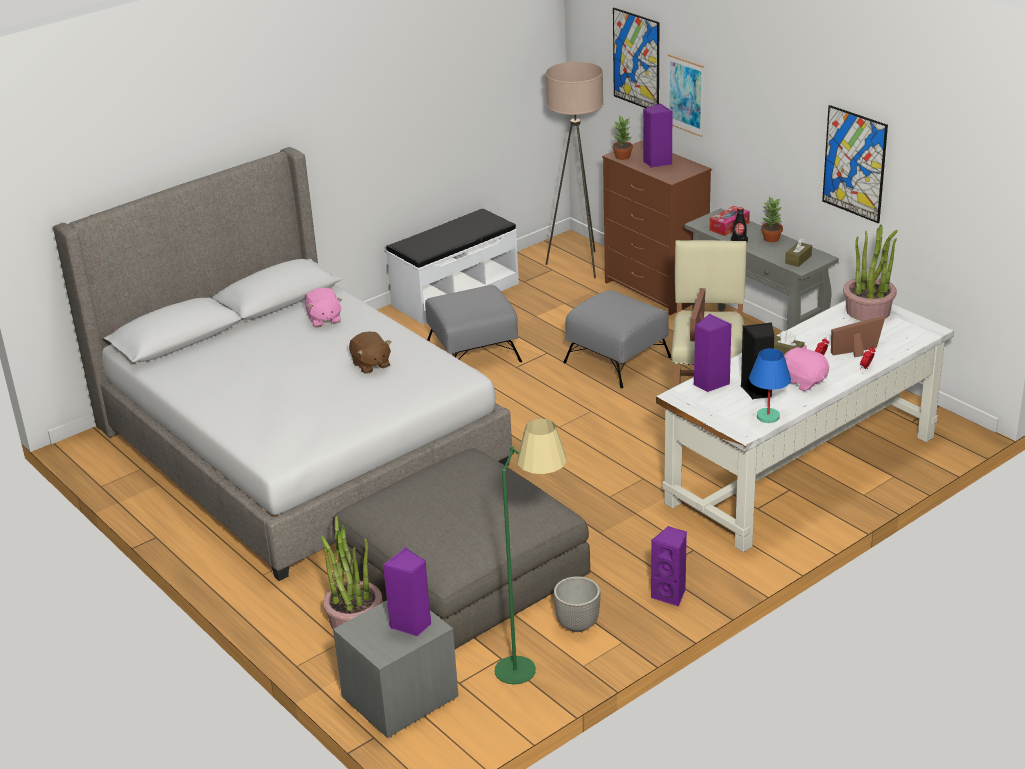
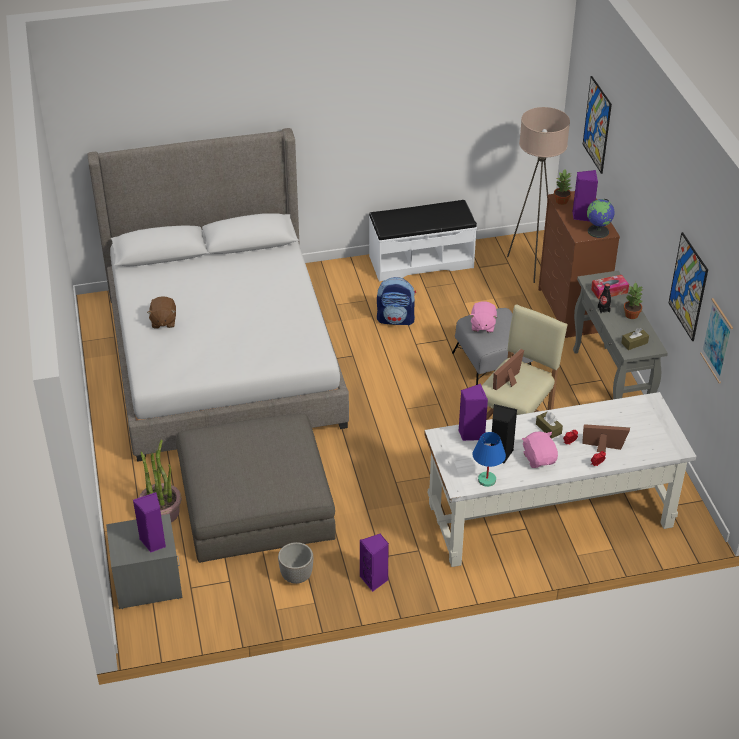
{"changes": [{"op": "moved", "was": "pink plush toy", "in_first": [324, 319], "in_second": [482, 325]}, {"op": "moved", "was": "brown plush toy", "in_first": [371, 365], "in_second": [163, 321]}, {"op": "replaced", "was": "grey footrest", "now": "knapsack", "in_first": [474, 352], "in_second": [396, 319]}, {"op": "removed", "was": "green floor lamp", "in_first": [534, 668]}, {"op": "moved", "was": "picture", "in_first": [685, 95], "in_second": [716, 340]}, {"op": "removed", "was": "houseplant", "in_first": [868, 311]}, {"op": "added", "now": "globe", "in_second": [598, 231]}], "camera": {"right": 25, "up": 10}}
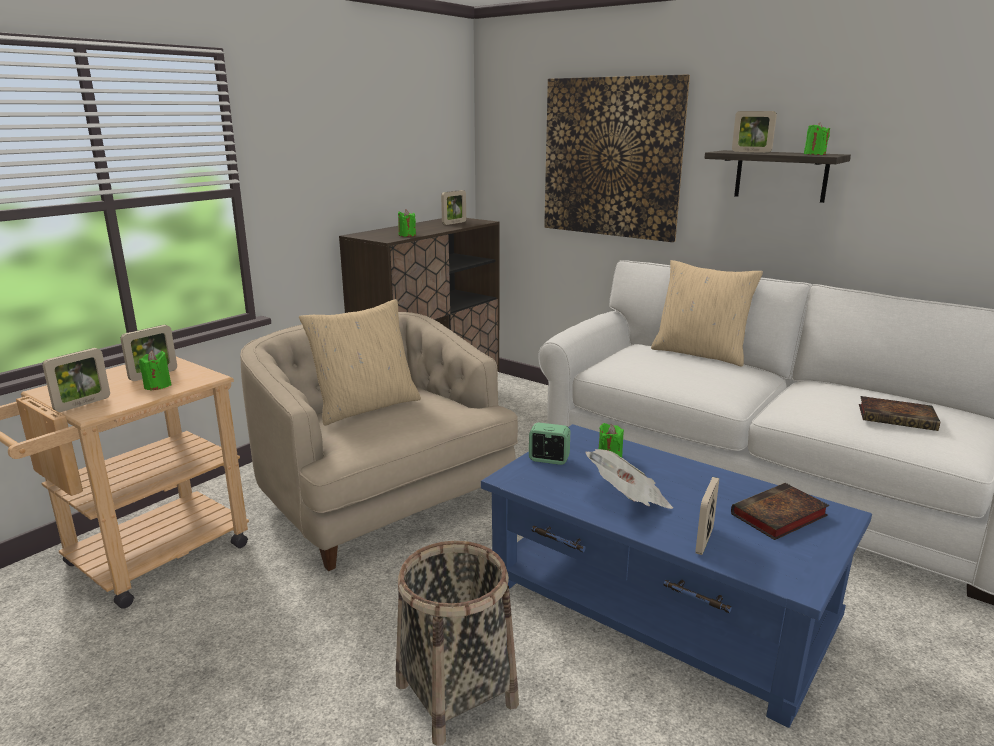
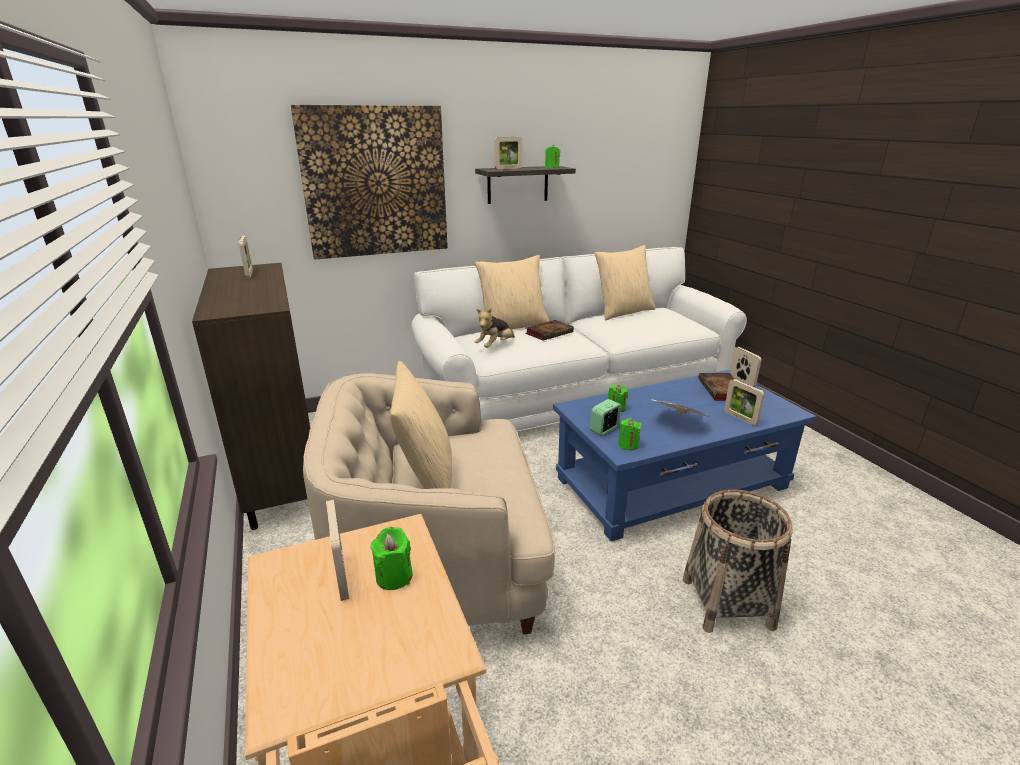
{"changes": [{"op": "moved", "was": "photo frame", "in_first": [83, 404], "in_second": [741, 381]}, {"op": "moved", "was": "green wax candle", "in_first": [407, 235], "in_second": [628, 445]}, {"op": "moved", "was": "book", "in_first": [898, 418], "in_second": [549, 332]}, {"op": "added", "now": "plush toy", "in_second": [495, 346]}, {"op": "added", "now": "sand-coloured pillow", "in_second": [623, 312]}], "camera": {"right": -60, "up": 5}}
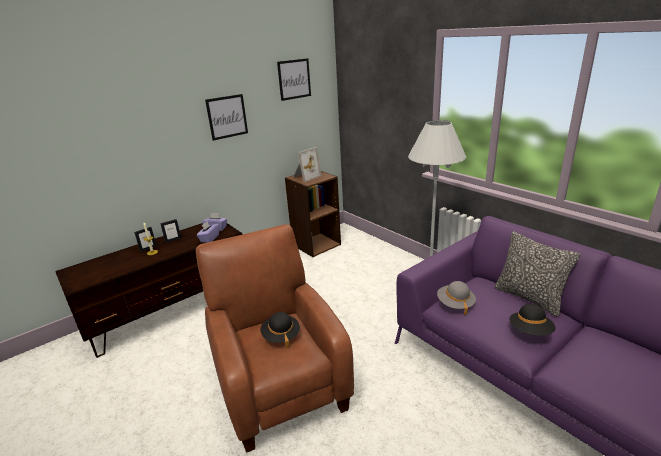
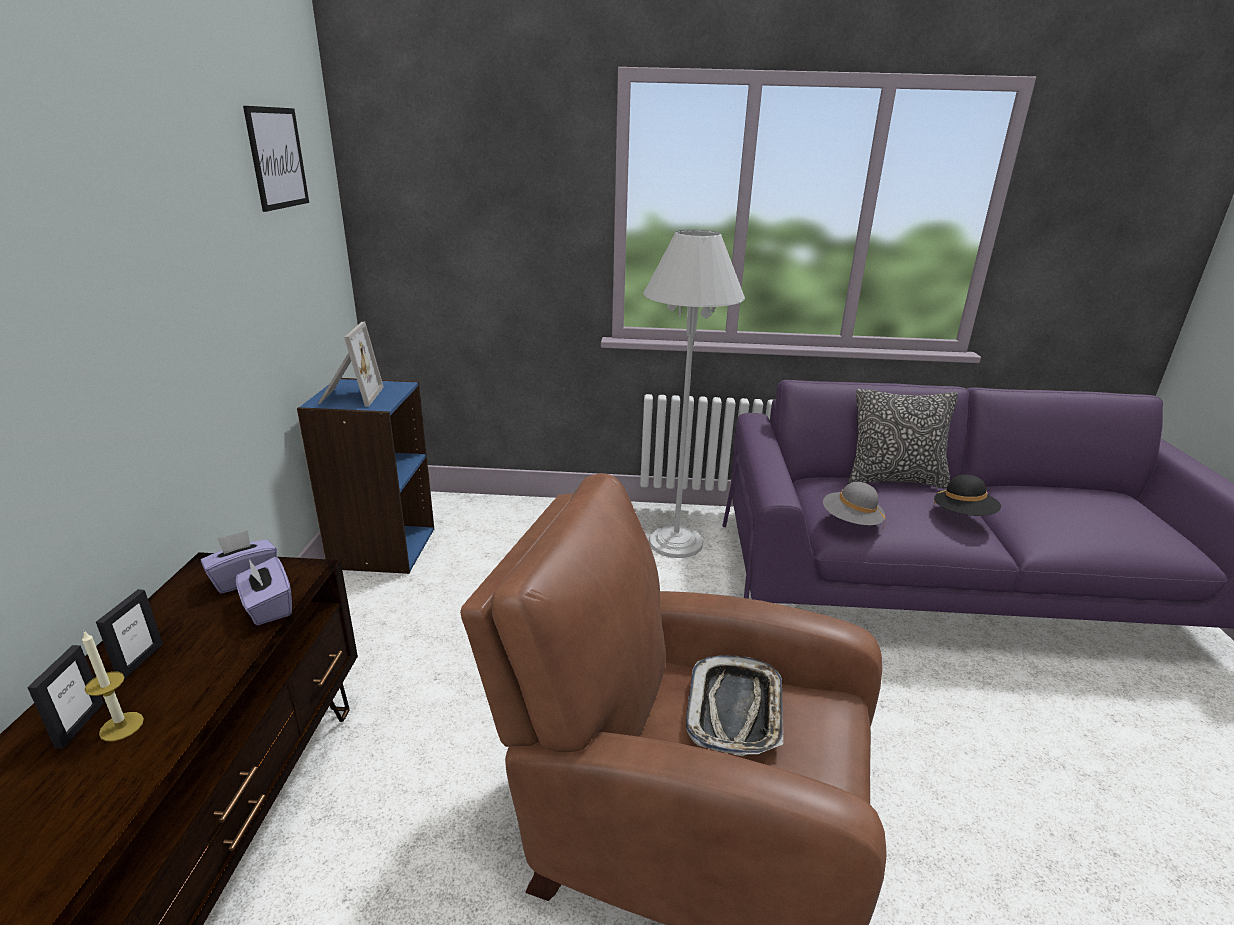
{"changes": [{"op": "removed", "was": "picture", "in_first": [227, 117]}, {"op": "replaced", "was": "blackish hat", "now": "carrying tray", "in_first": [281, 336], "in_second": [735, 710]}, {"op": "recoloured", "was": "brown bookshelf", "now": "blue bookshelf", "in_first": [316, 244], "in_second": [382, 548]}], "camera": {"right": -50, "up": 0}}
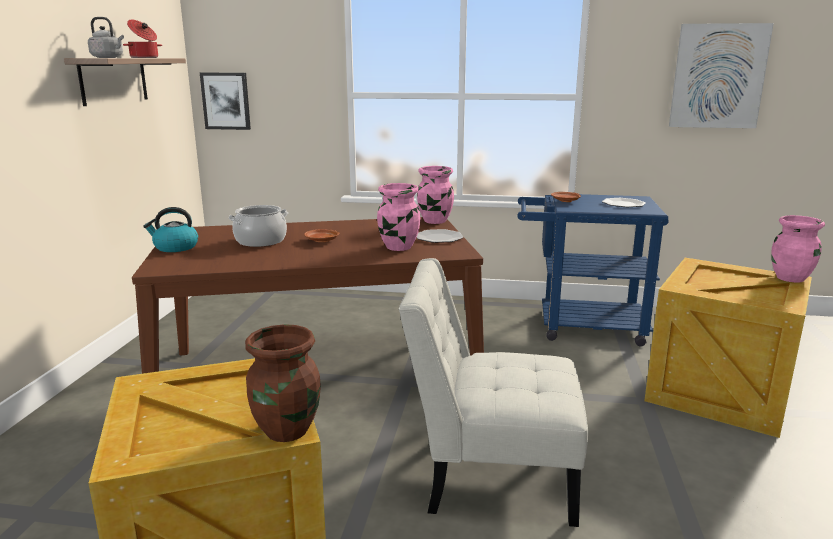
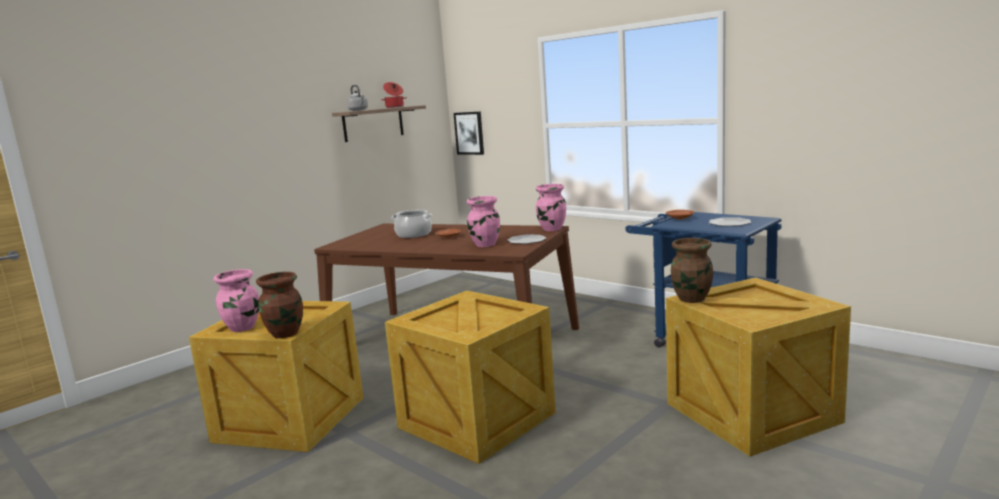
{"changes": [{"op": "removed", "was": "tea kettle", "in_first": [175, 247]}, {"op": "replaced", "was": "white-coloured upright chair", "now": "crate", "in_first": [490, 474], "in_second": [477, 419]}, {"op": "removed", "was": "picture", "in_first": [718, 76]}, {"op": "moved", "was": "pink flower vase", "in_first": [790, 278], "in_second": [243, 328]}, {"op": "added", "now": "brown flower vase", "in_second": [691, 299]}], "camera": {"right": 35, "up": -5}}
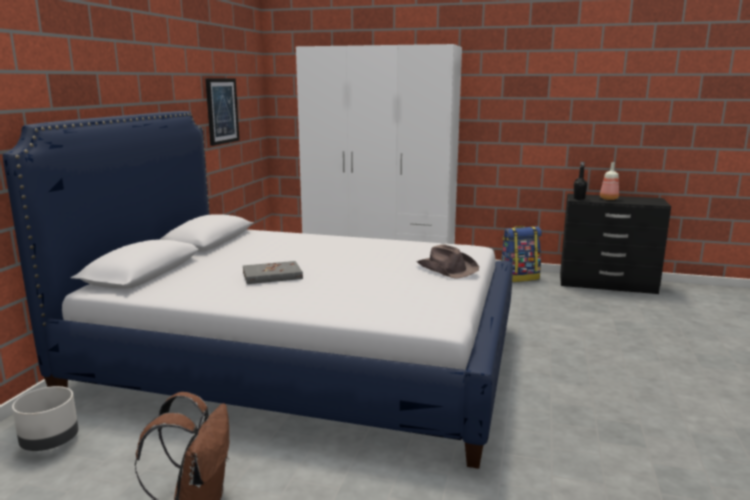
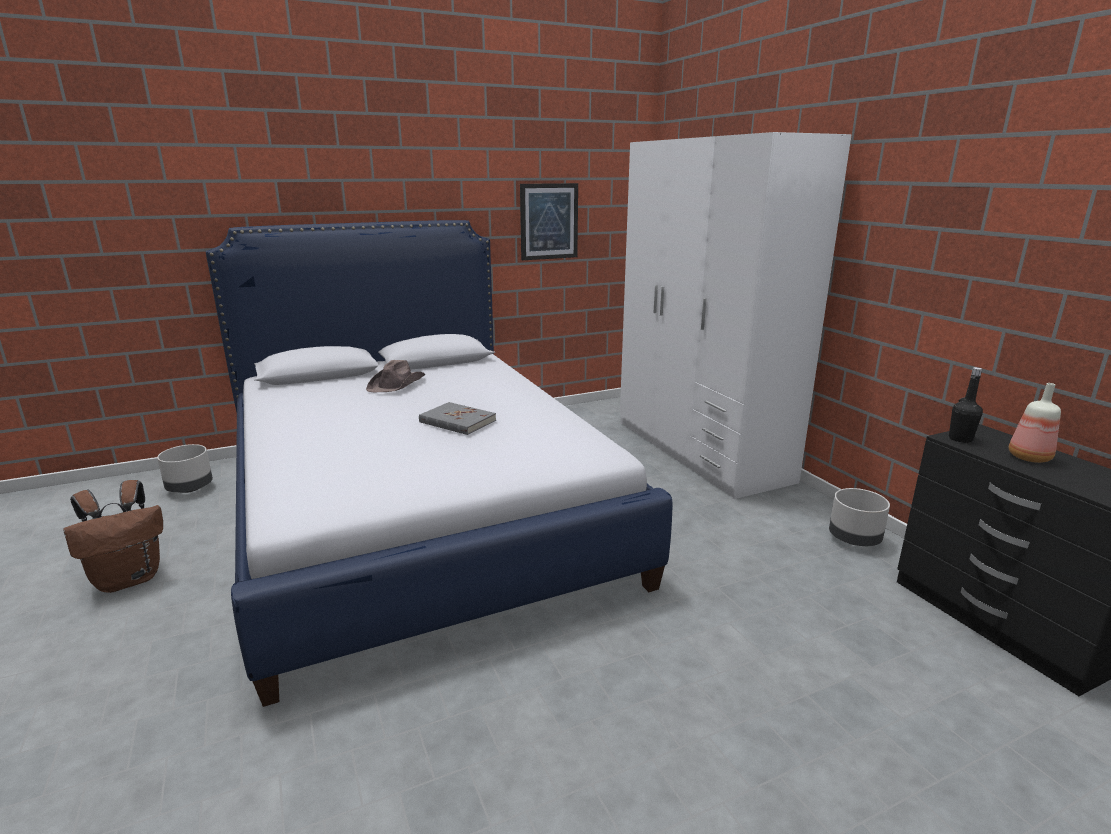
{"changes": [{"op": "moved", "was": "grey book", "in_first": [272, 275], "in_second": [457, 421]}, {"op": "moved", "was": "brown hat", "in_first": [447, 268], "in_second": [397, 384]}, {"op": "replaced", "was": "knapsack", "now": "grey planter", "in_first": [519, 278], "in_second": [854, 539]}], "camera": {"right": 50, "up": 5}}
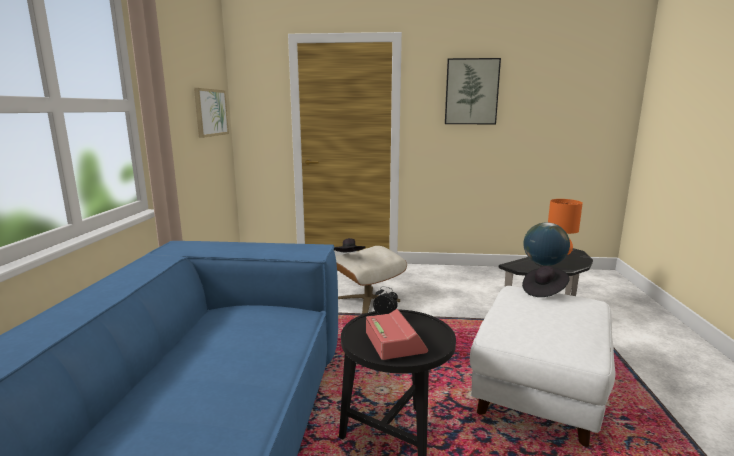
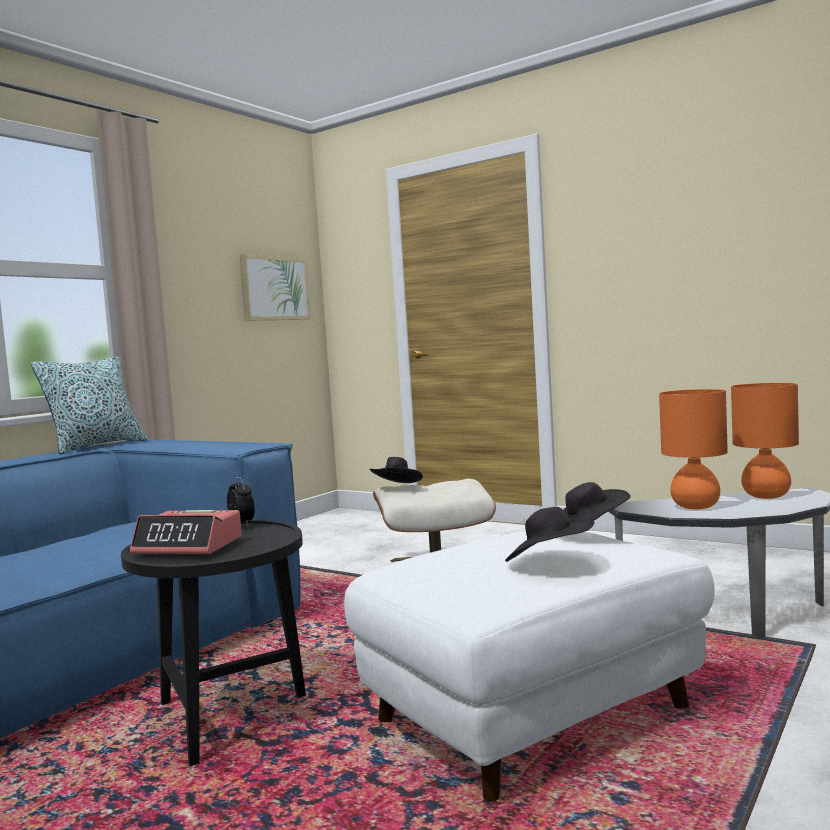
{"changes": [{"op": "turned", "was": "alarm clock", "in_first": [394, 342], "in_second": [189, 546], "clockwise": 90}, {"op": "removed", "was": "picture", "in_first": [471, 92]}, {"op": "replaced", "was": "globe", "now": "orange lamp for a table", "in_first": [544, 264], "in_second": [695, 507]}, {"op": "added", "now": "pillow", "in_second": [96, 446]}, {"op": "added", "now": "blackish hat", "in_second": [550, 563]}], "camera": {"right": 30, "up": -10}}
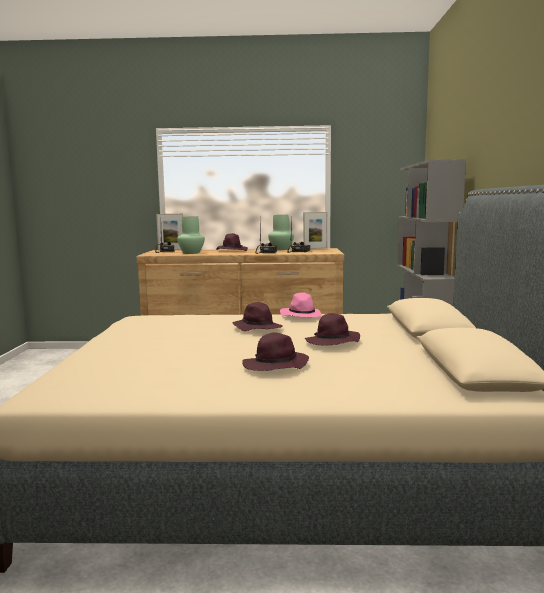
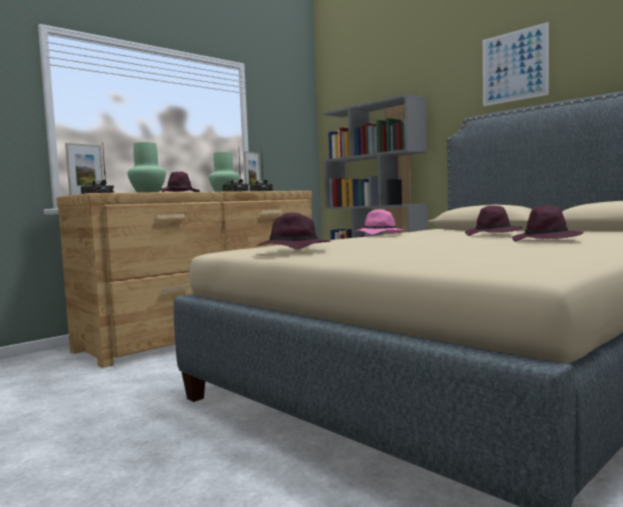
{"changes": [{"op": "moved", "was": "purple hat", "in_first": [257, 328], "in_second": [292, 249]}, {"op": "added", "now": "picture", "in_second": [514, 66]}], "camera": {"right": -45, "up": -5}}
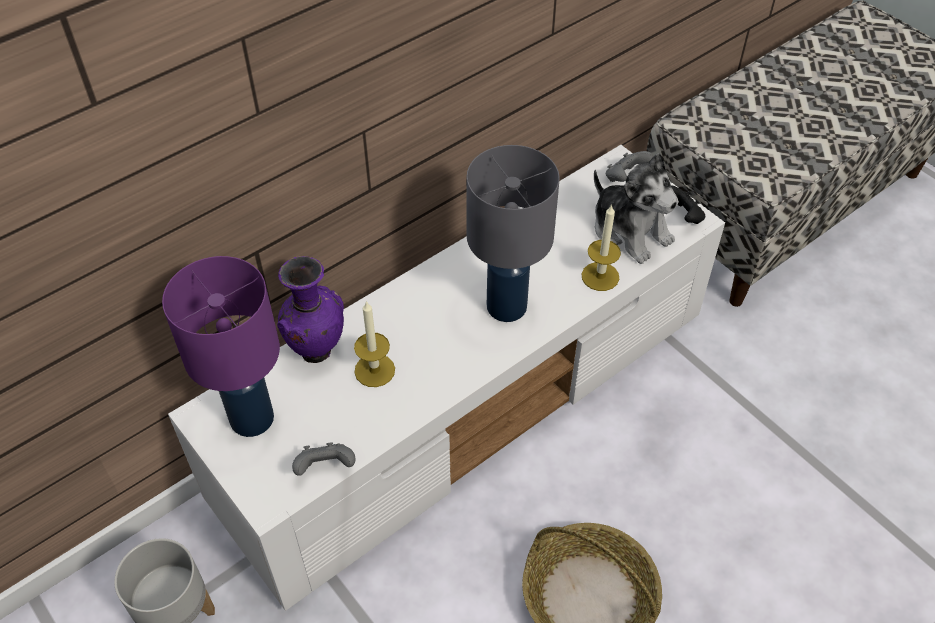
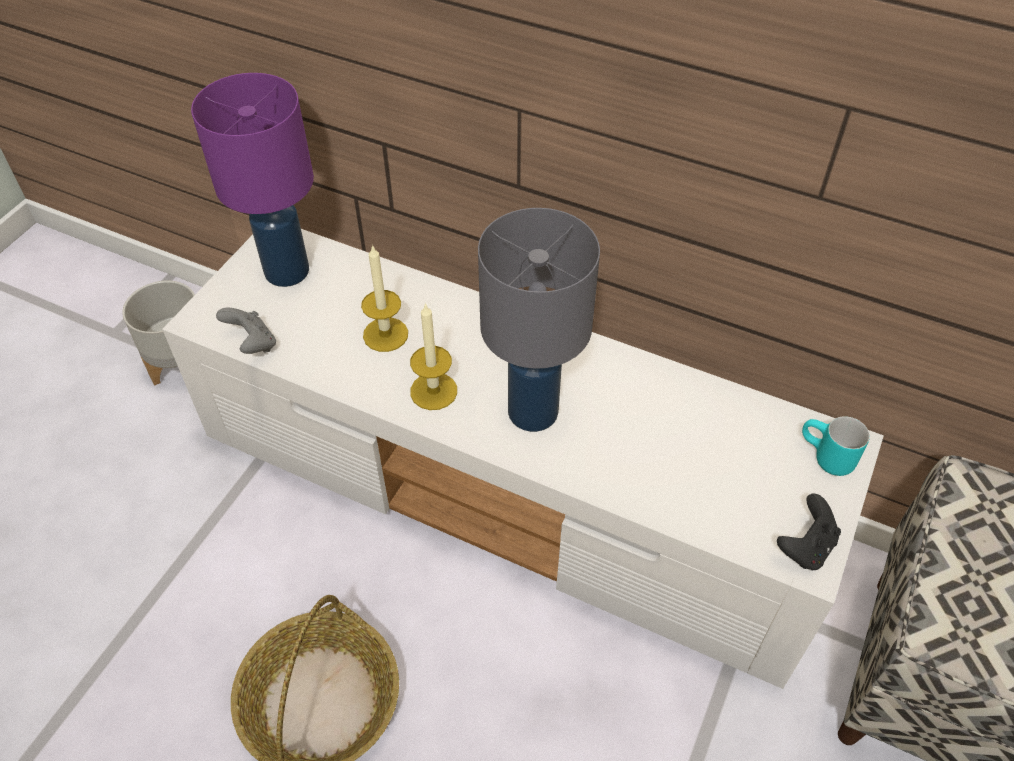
{"changes": [{"op": "removed", "was": "purple flower vase", "in_first": [316, 350]}, {"op": "moved", "was": "wax candle", "in_first": [600, 276], "in_second": [433, 391]}, {"op": "removed", "was": "plush toy", "in_first": [630, 231]}, {"op": "replaced", "was": "grey joypad", "now": "turquoise-coloured coffee mug", "in_first": [624, 178], "in_second": [824, 458]}], "camera": {"right": 65, "up": 0}}
